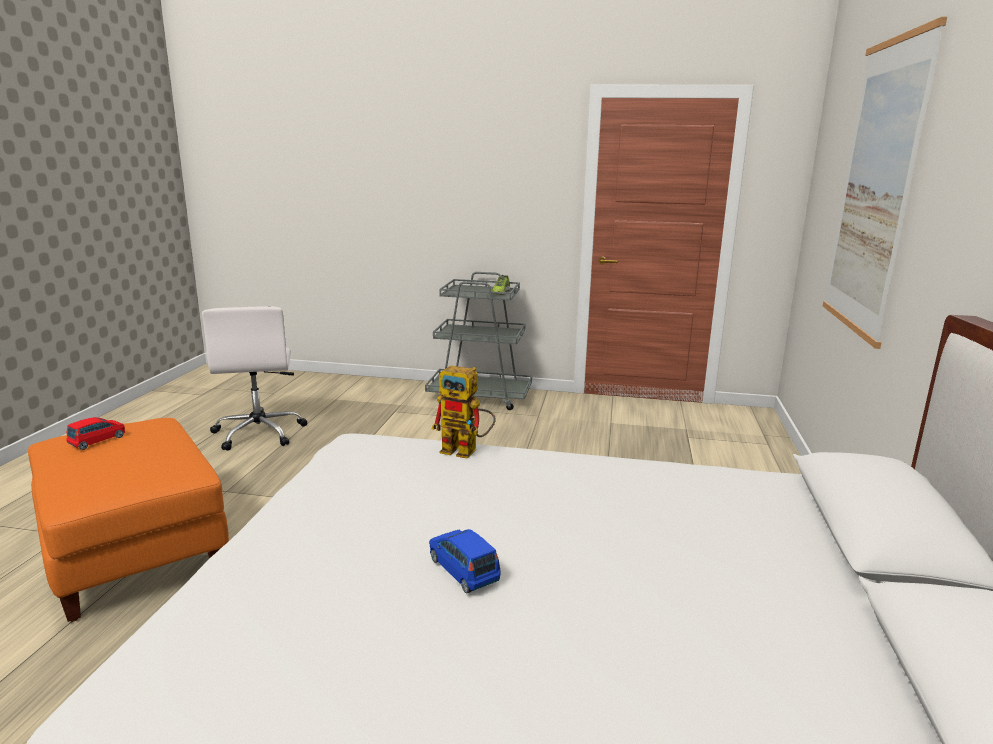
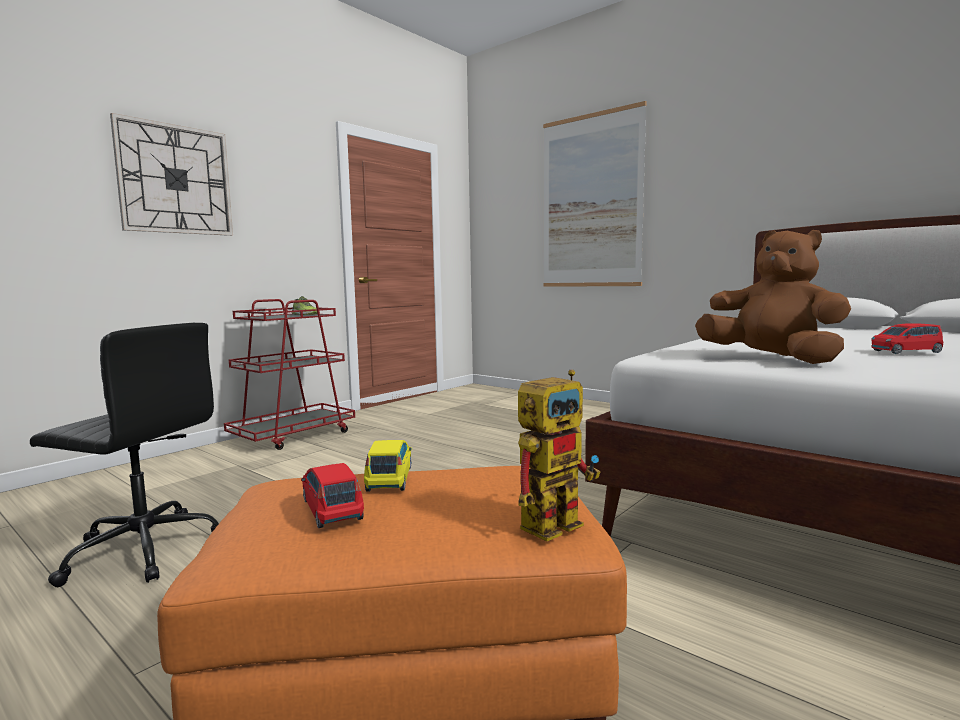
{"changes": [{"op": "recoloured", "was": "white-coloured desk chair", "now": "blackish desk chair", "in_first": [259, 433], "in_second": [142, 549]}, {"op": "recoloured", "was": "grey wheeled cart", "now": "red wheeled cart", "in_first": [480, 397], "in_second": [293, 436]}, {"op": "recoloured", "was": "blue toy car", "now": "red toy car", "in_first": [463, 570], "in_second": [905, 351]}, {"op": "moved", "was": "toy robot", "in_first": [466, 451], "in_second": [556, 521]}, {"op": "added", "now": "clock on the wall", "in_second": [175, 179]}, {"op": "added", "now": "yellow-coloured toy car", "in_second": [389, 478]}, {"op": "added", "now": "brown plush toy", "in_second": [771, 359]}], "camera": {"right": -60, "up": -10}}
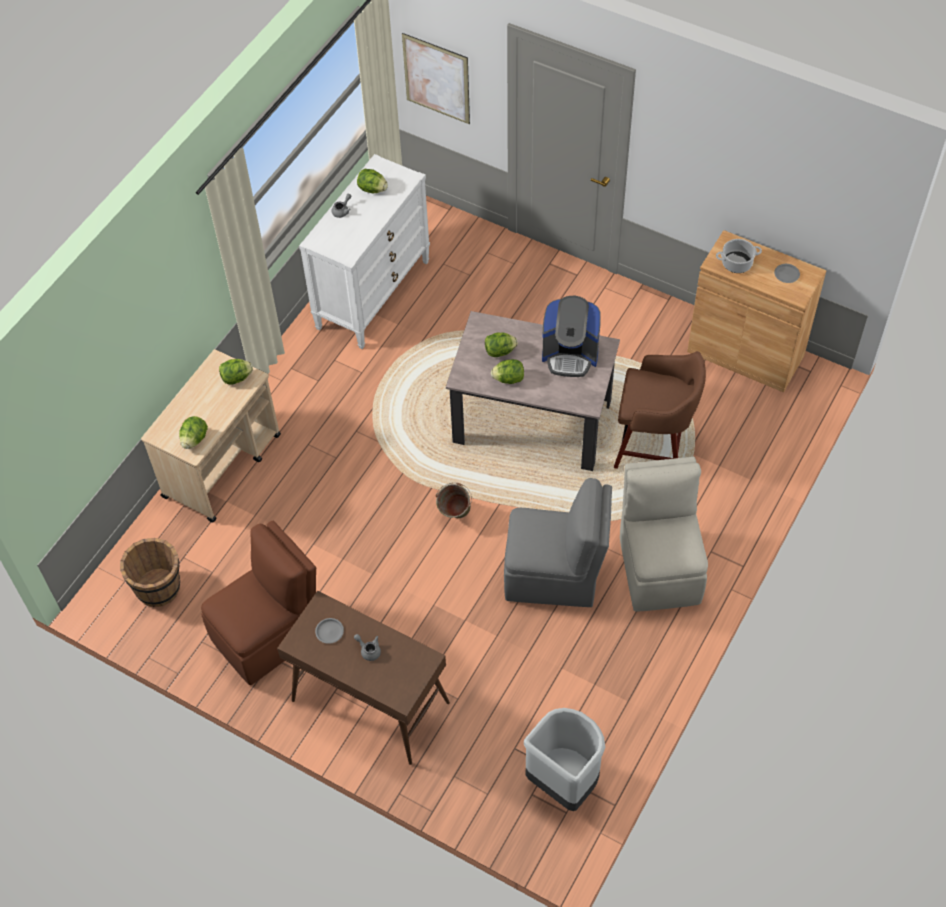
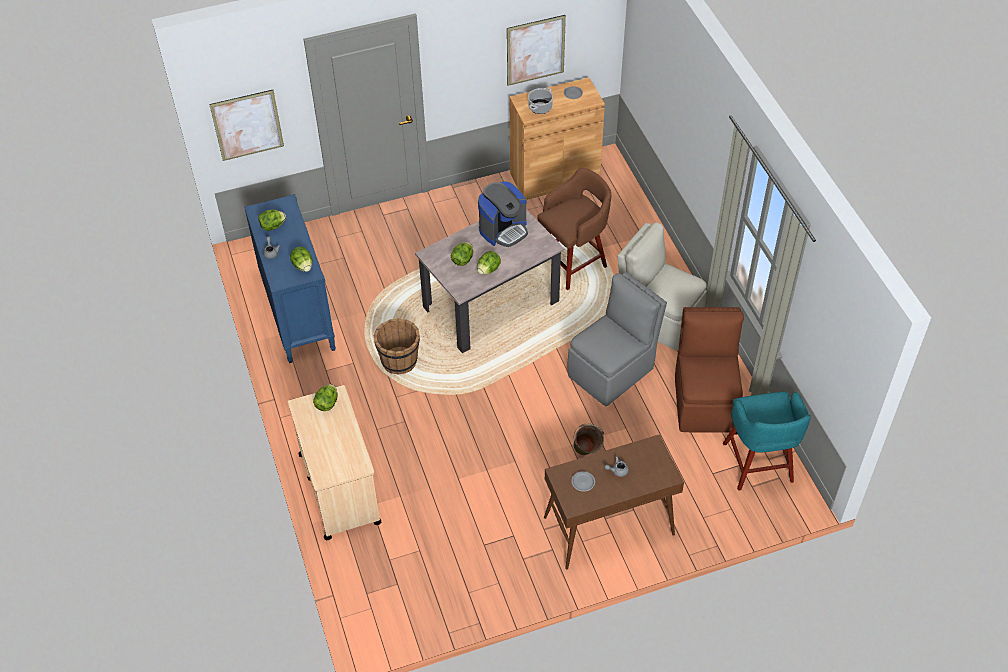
{"changes": [{"op": "moved", "was": "brown water bucket", "in_first": [159, 587], "in_second": [399, 360]}, {"op": "moved", "was": "lettuce head", "in_first": [194, 439], "in_second": [303, 266]}, {"op": "moved", "was": "brown upright chair", "in_first": [269, 635], "in_second": [704, 401]}, {"op": "recoloured", "was": "white-coloured drawer chest", "now": "blue drawer chest", "in_first": [373, 294], "in_second": [298, 315]}, {"op": "moved", "was": "green water bucket", "in_first": [455, 516], "in_second": [586, 453]}, {"op": "replaced", "was": "grey waste bin", "now": "turquoise-coloured stool seat", "in_first": [564, 782], "in_second": [758, 464]}, {"op": "added", "now": "picture", "in_second": [535, 50]}], "camera": {"right": -50, "up": -5}}
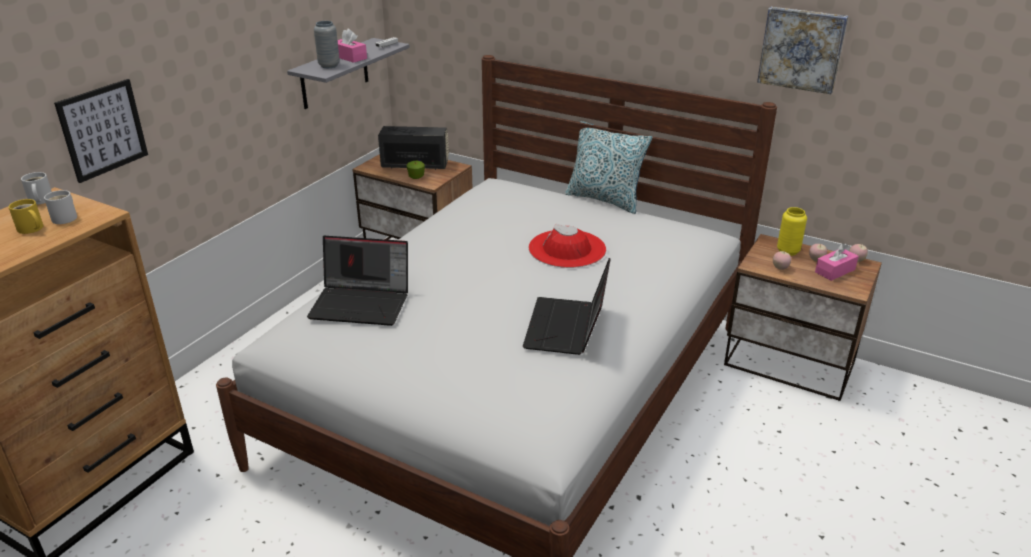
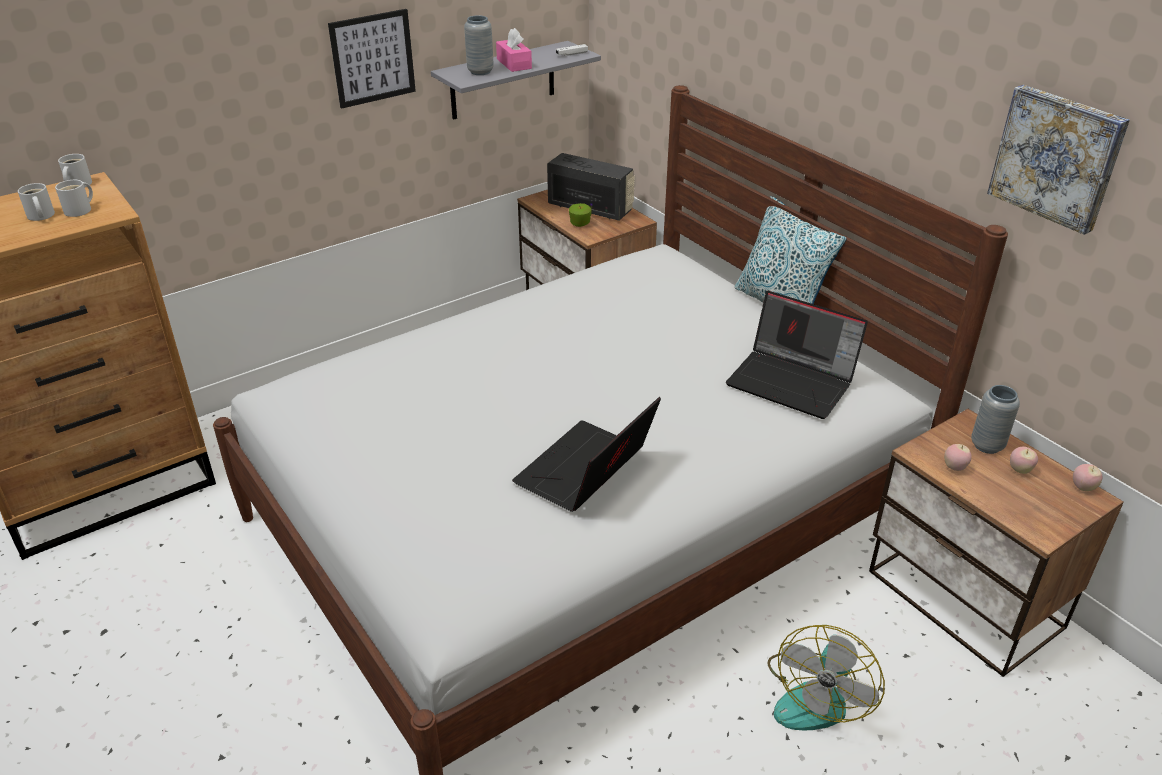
{"changes": [{"op": "recoloured", "was": "yellow-coloured coffee mug", "now": "white-coloured coffee mug", "in_first": [30, 229], "in_second": [40, 216]}, {"op": "moved", "was": "picture", "in_first": [103, 130], "in_second": [372, 58]}, {"op": "moved", "was": "notebook computer", "in_first": [362, 303], "in_second": [793, 381]}, {"op": "removed", "was": "red hat", "in_first": [567, 249]}, {"op": "recoloured", "was": "yellow-coloured flower vase", "now": "grey flower vase", "in_first": [788, 251], "in_second": [987, 445]}, {"op": "removed", "was": "pink tissue holder", "in_first": [835, 271]}, {"op": "added", "now": "electric fan", "in_second": [817, 695]}], "camera": {"right": 25, "up": 5}}
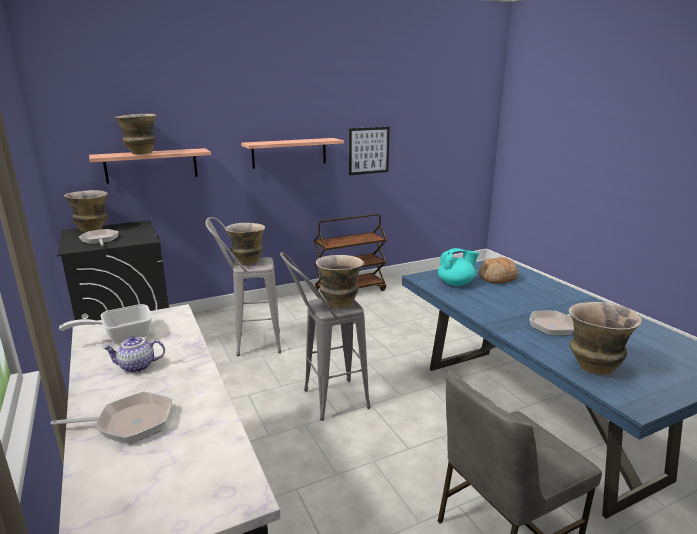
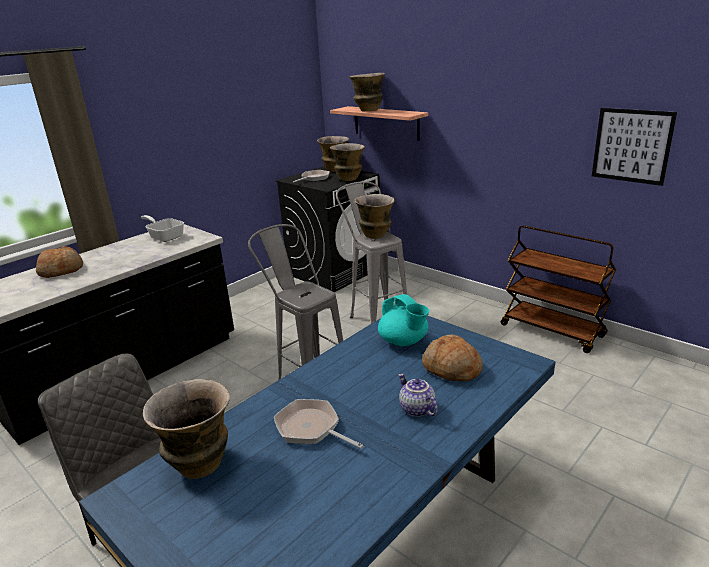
{"changes": [{"op": "replaced", "was": "skillet", "now": "bakery bread", "in_first": [130, 423], "in_second": [61, 270]}, {"op": "moved", "was": "pot for tea", "in_first": [136, 367], "in_second": [416, 409]}, {"op": "removed", "was": "bracket shelf", "in_first": [289, 153]}, {"op": "moved", "was": "flower vase", "in_first": [339, 304], "in_second": [349, 179]}], "camera": {"right": 70, "up": 5}}
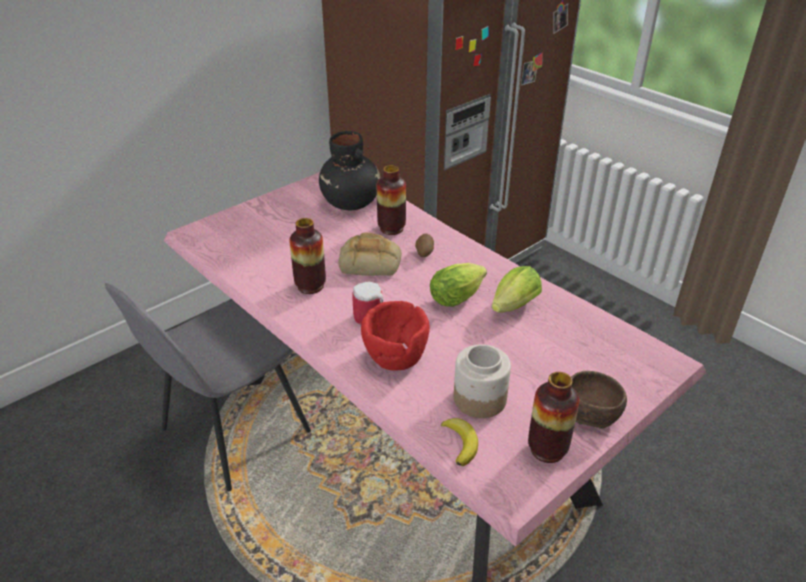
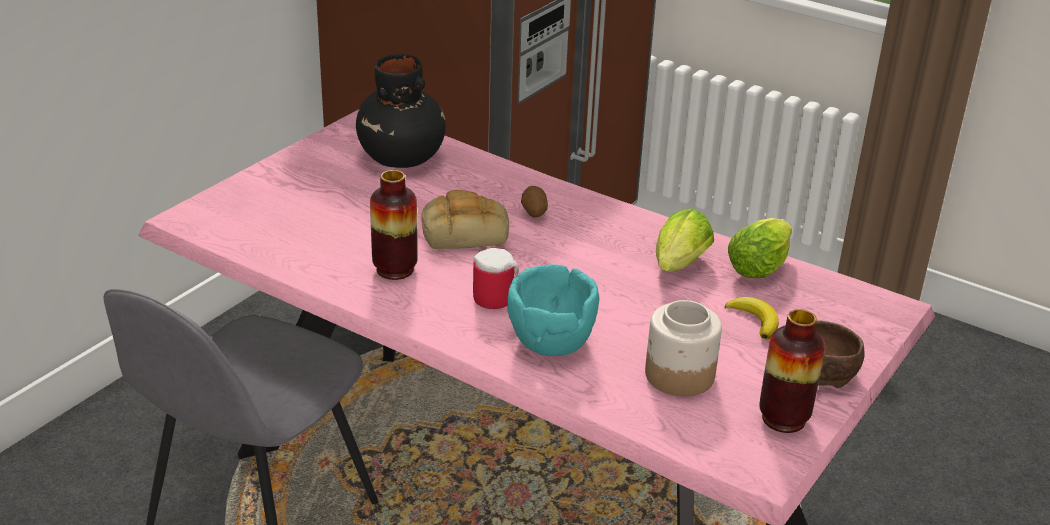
{"changes": [{"op": "recoloured", "was": "red bowl", "now": "turquoise-coloured bowl", "in_first": [395, 356], "in_second": [551, 340]}, {"op": "removed", "was": "flower vase", "in_first": [391, 228]}, {"op": "moved", "was": "lettuce head", "in_first": [459, 297], "in_second": [761, 266]}, {"op": "moved", "was": "whole banana", "in_first": [461, 443], "in_second": [754, 320]}], "camera": {"right": -15, "up": -5}}
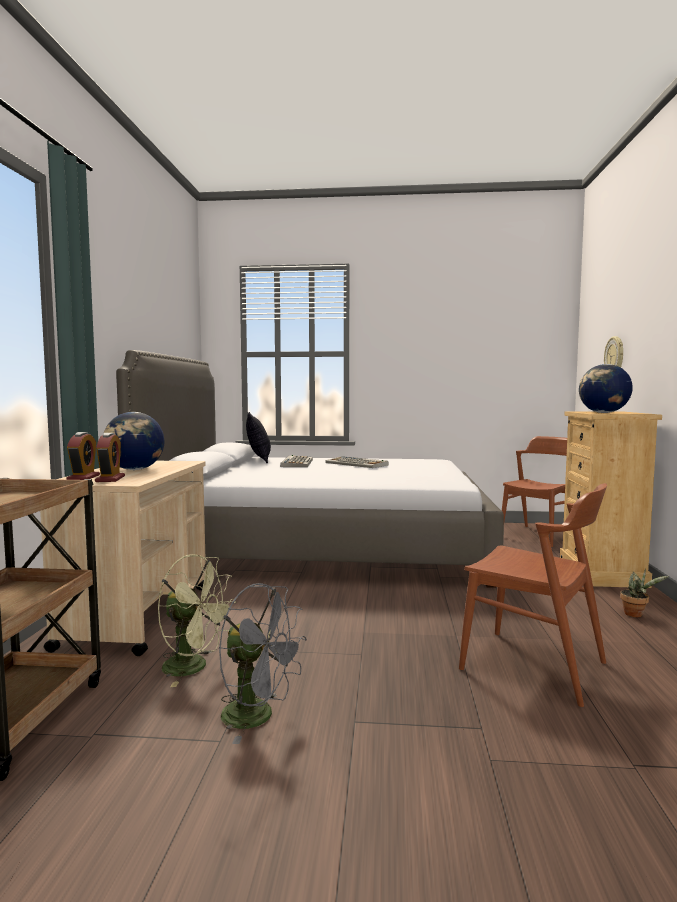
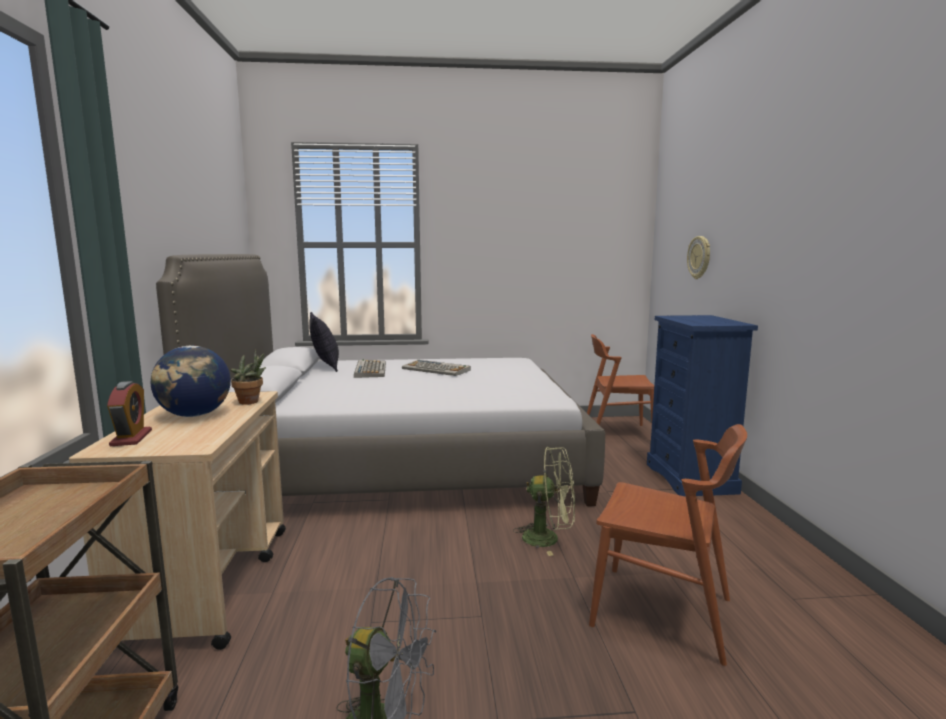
{"changes": [{"op": "removed", "was": "alarm clock", "in_first": [110, 479]}, {"op": "moved", "was": "green electric fan", "in_first": [194, 667], "in_second": [548, 538]}, {"op": "turned", "was": "brown upright chair", "in_first": [538, 535], "in_second": [617, 433], "clockwise": -120}, {"op": "recoloured", "was": "sand-coloured drawer chest", "now": "blue drawer chest", "in_first": [602, 573], "in_second": [691, 478]}, {"op": "removed", "was": "globe", "in_first": [603, 413]}, {"op": "moved", "was": "houseplant", "in_first": [636, 614], "in_second": [251, 402]}], "camera": {"right": -10, "up": 5}}
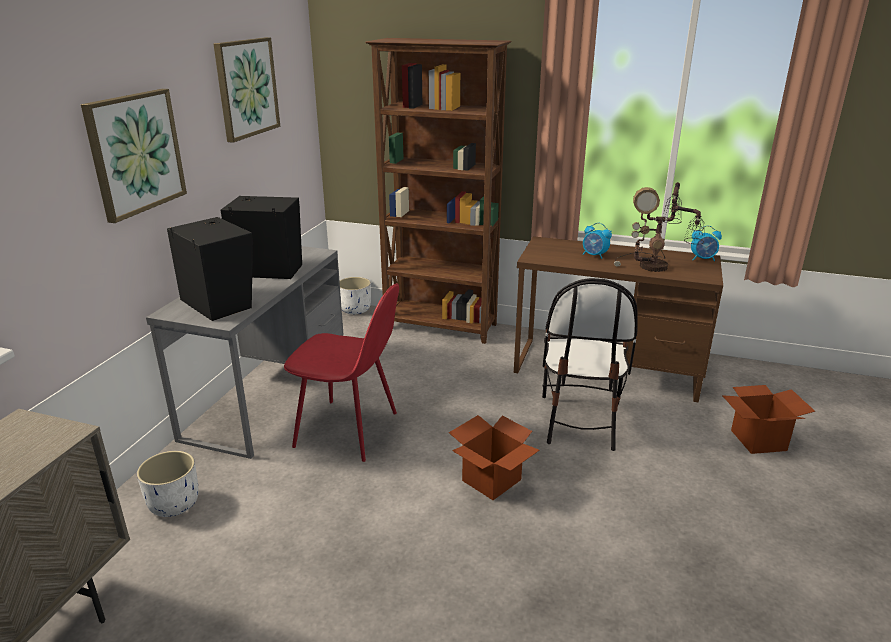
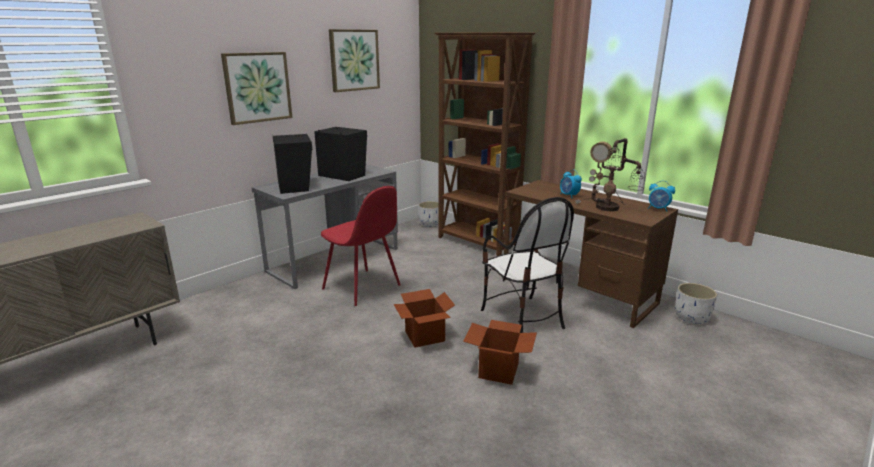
{"changes": [{"op": "moved", "was": "white-coloured planter", "in_first": [175, 504], "in_second": [692, 318]}, {"op": "turned", "was": "upright chair", "in_first": [579, 421], "in_second": [522, 317], "clockwise": -60}, {"op": "moved", "was": "cardboard box", "in_first": [758, 440], "in_second": [498, 371]}], "camera": {"right": 25, "up": -5}}
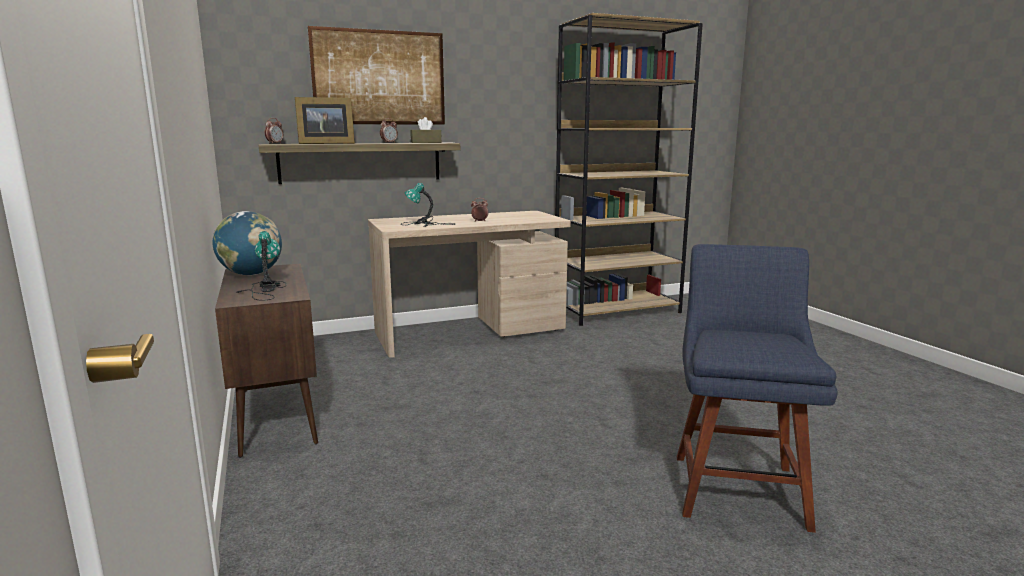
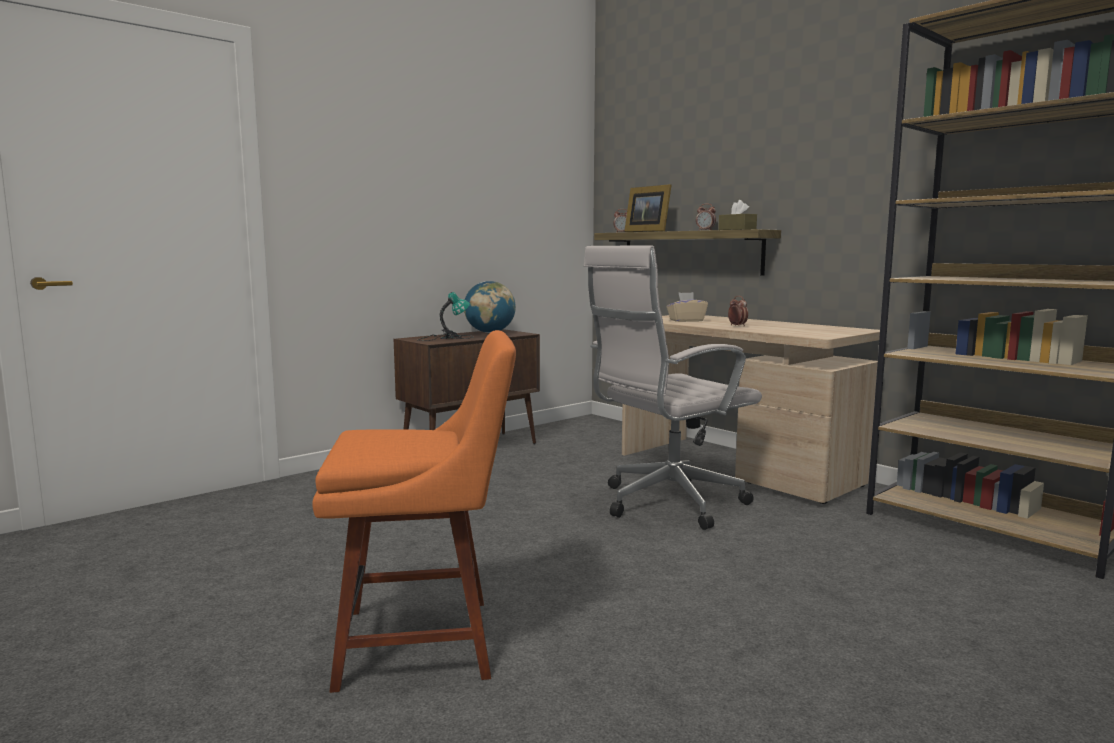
{"changes": [{"op": "removed", "was": "picture", "in_first": [379, 78]}, {"op": "replaced", "was": "lamp for a table", "now": "sand-coloured tissue holder", "in_first": [425, 224], "in_second": [686, 320]}, {"op": "recoloured", "was": "blue upright chair", "now": "orange upright chair", "in_first": [737, 486], "in_second": [426, 641]}, {"op": "added", "now": "white-coloured desk chair", "in_second": [666, 504]}], "camera": {"right": 70, "up": -5}}
